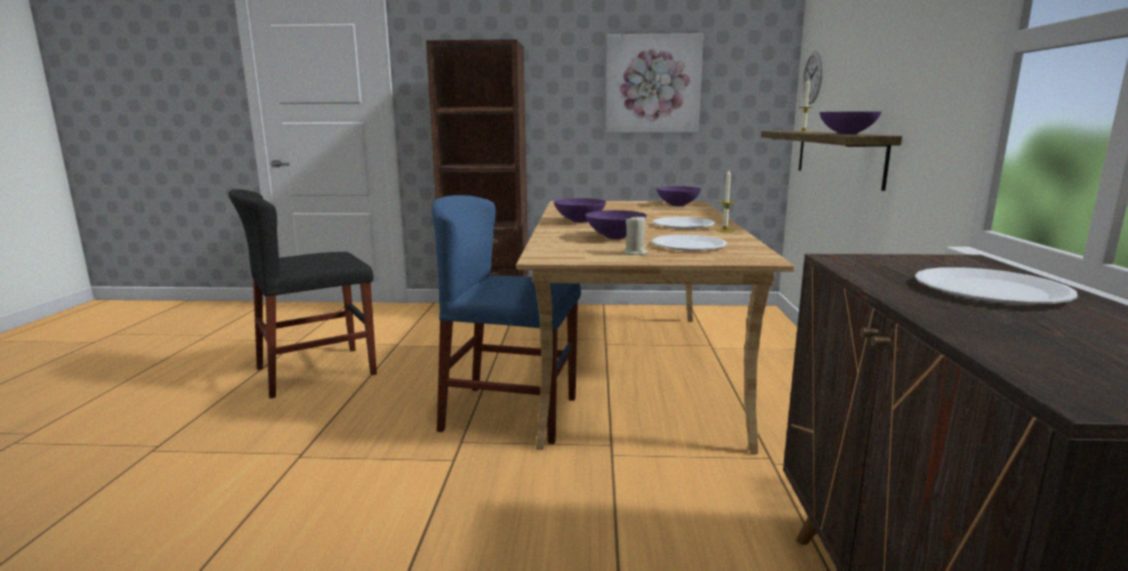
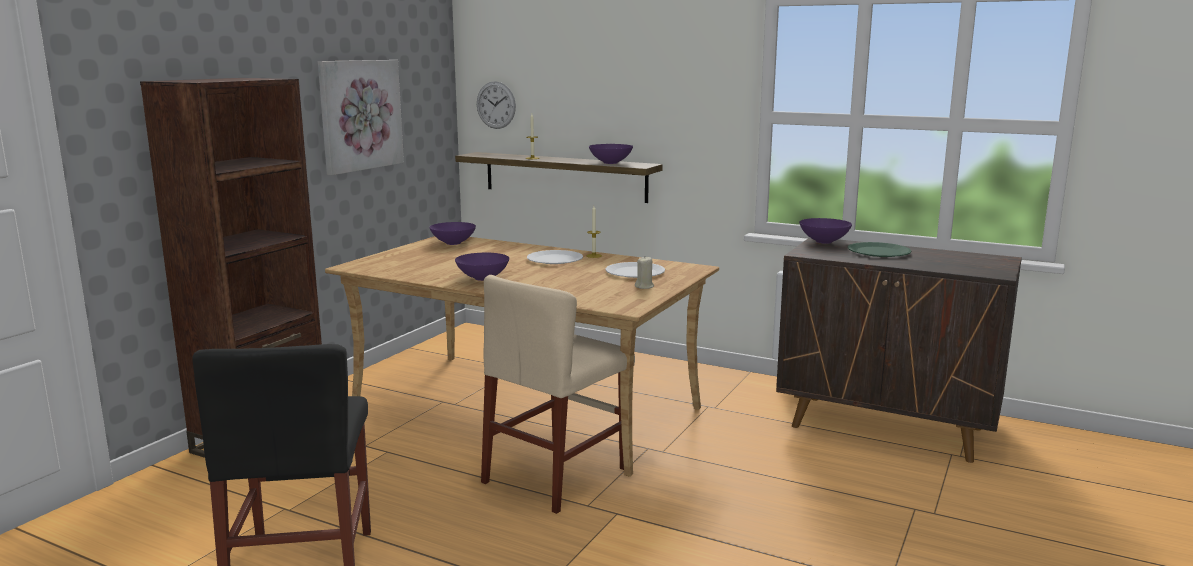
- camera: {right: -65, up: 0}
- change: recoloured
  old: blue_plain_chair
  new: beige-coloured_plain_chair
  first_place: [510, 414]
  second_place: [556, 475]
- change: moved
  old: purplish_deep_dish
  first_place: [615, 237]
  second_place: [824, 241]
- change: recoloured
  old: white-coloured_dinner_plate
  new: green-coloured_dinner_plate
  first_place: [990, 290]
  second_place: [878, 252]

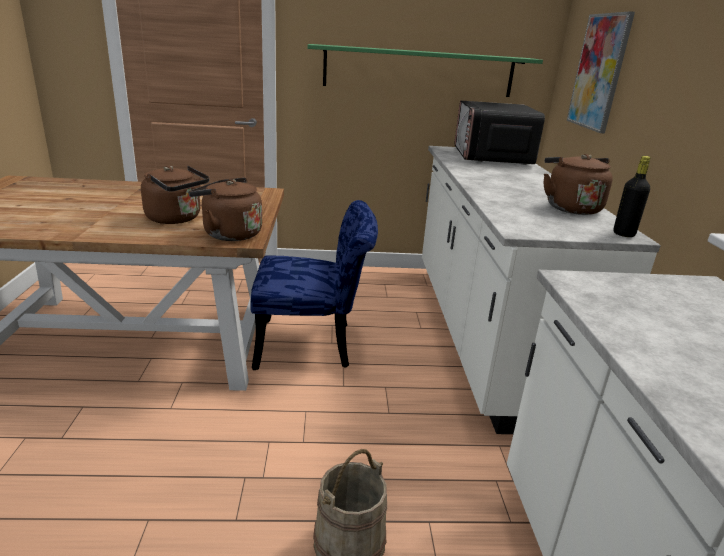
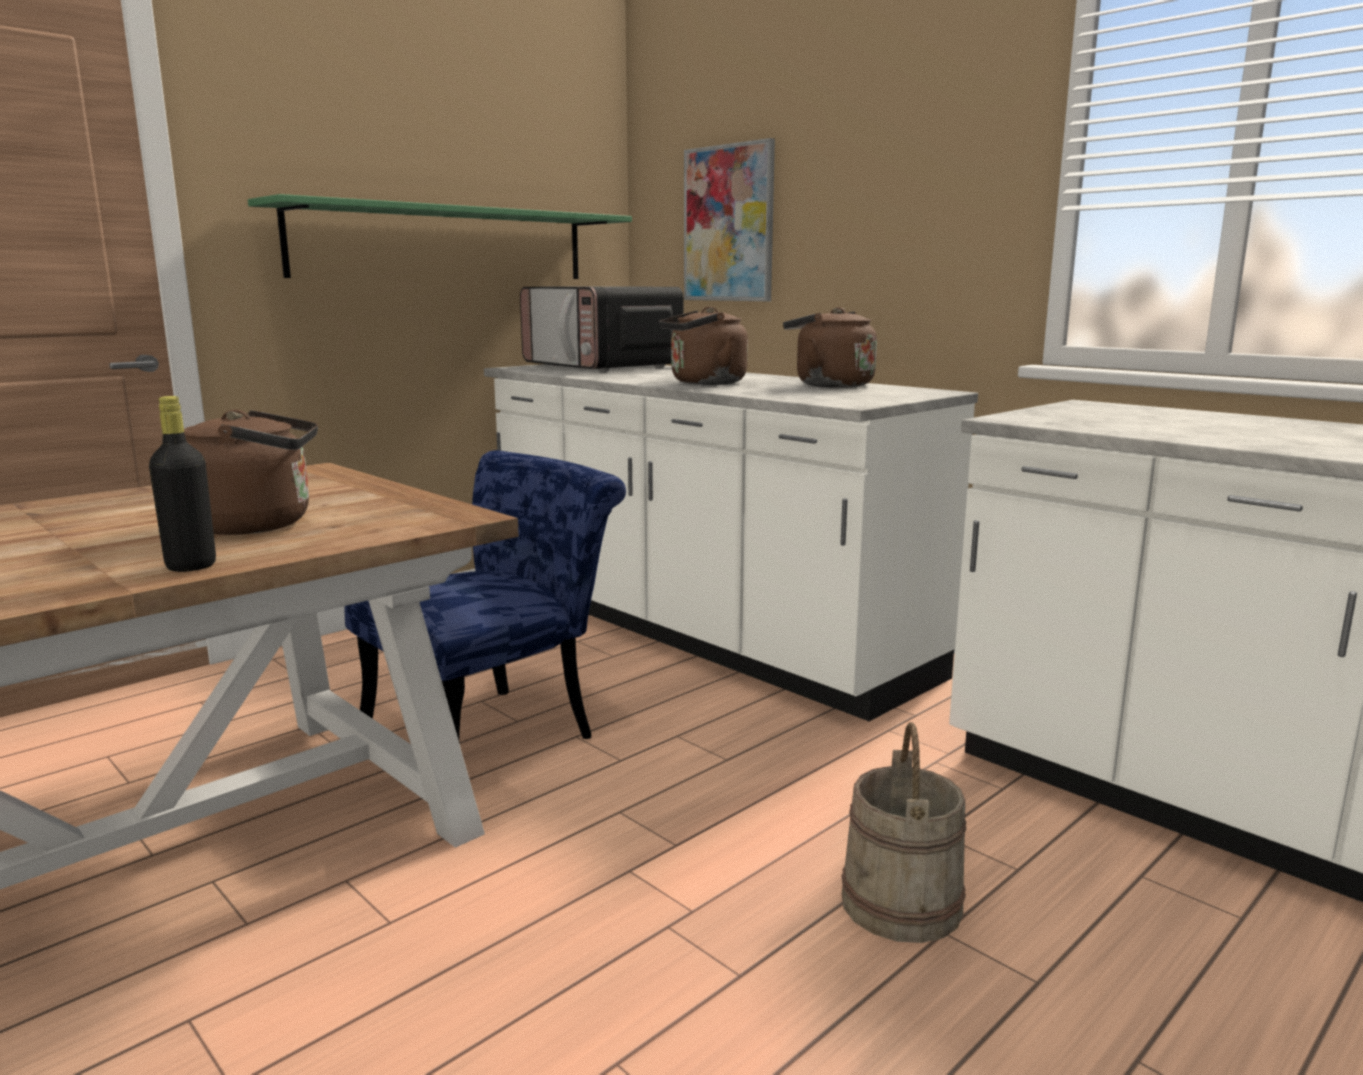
- camera: {right: -40, up: -10}
- change: moved
  old: blackish_bottle
  first_place: [623, 234]
  second_place: [191, 566]
- change: moved
  old: brown-coloured_kettle
  first_place: [229, 234]
  second_place: [704, 383]

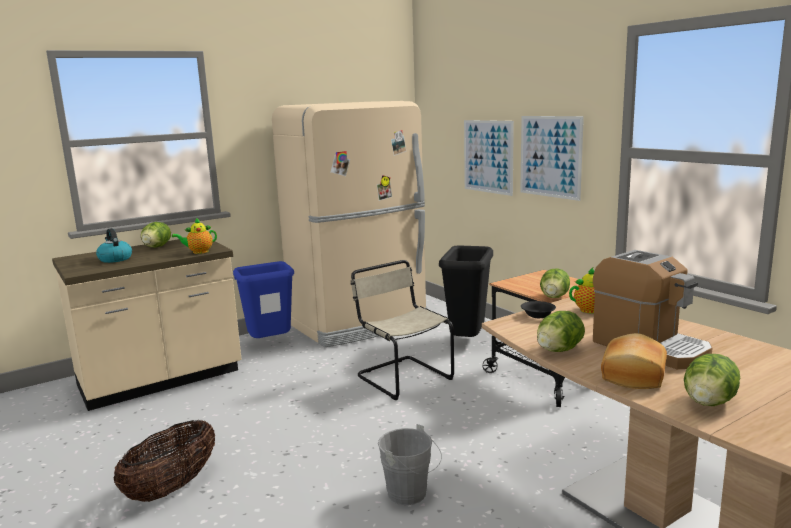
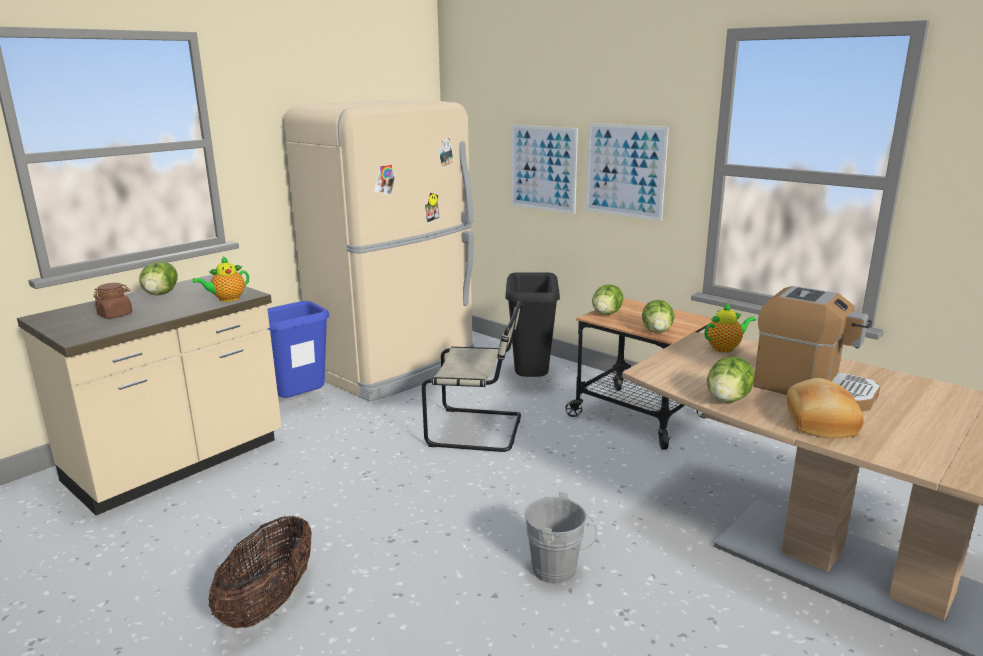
- camera: {right: -15, up: 5}
- change: replaced
  old: kettle
  new: brown-coloured_storage_jar
  first_place: [115, 259]
  second_place: [115, 315]
- change: turned
  old: beige-coloured_plain_chair
  first_place: [402, 377]
  second_place: [479, 430]
  degrees: 150
- change: moved
  old: head_of_lettuce
  first_place: [709, 403]
  second_place: [606, 314]
- change: removed
  old: blackish_deep_dish
  first_place: [537, 315]

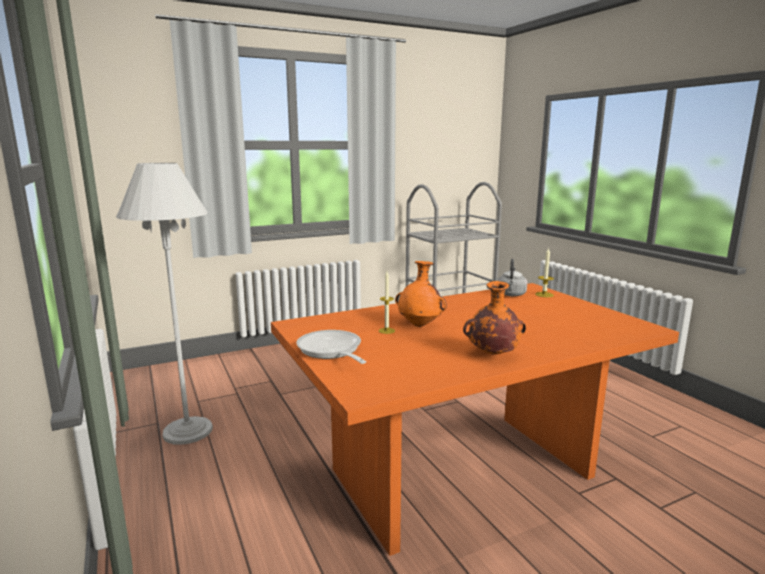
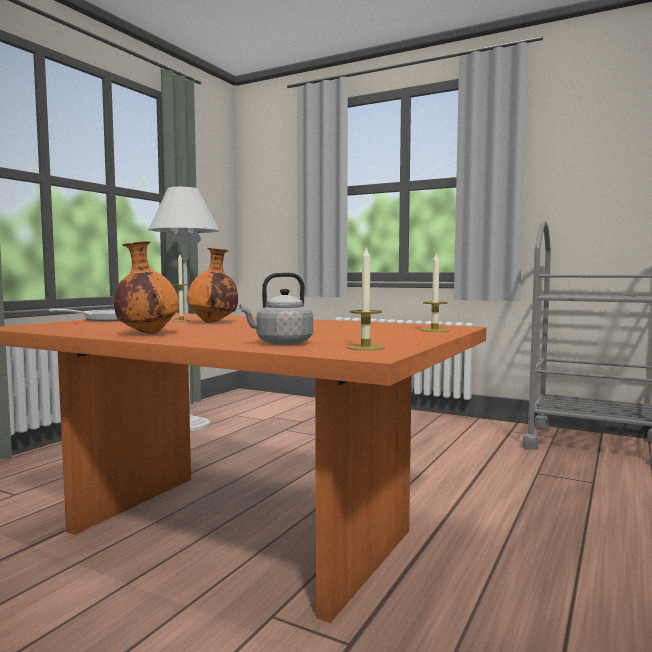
- camera: {right: 55, up: -10}
- change: moved
  old: greyish_kettle
  first_place: [511, 295]
  second_place: [281, 343]
- change: added
  new: wax_candle
  second_place: [365, 347]

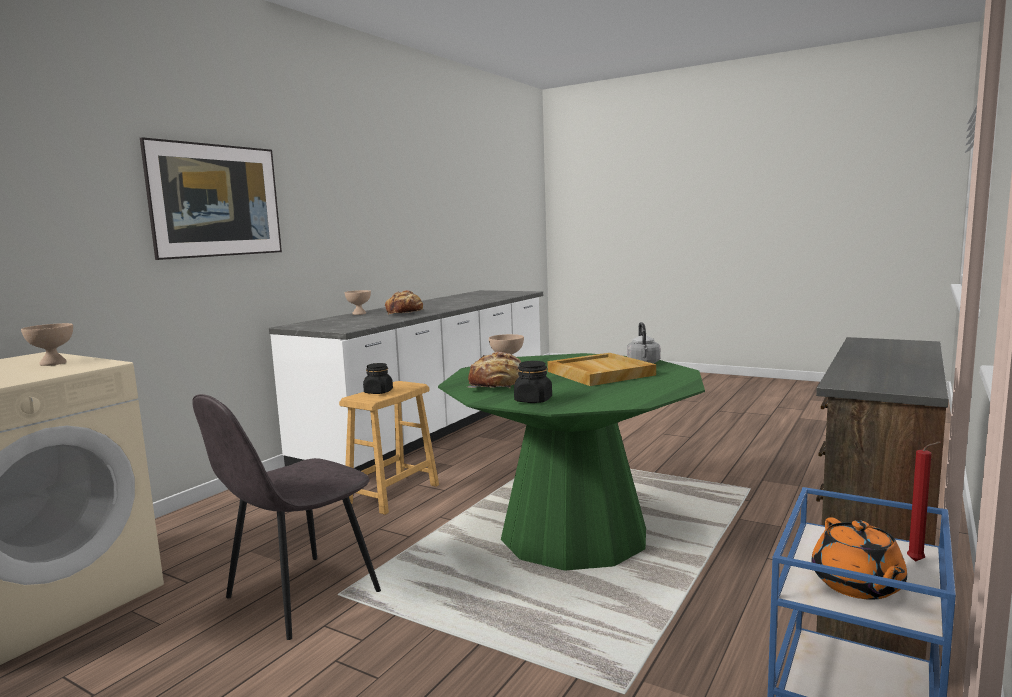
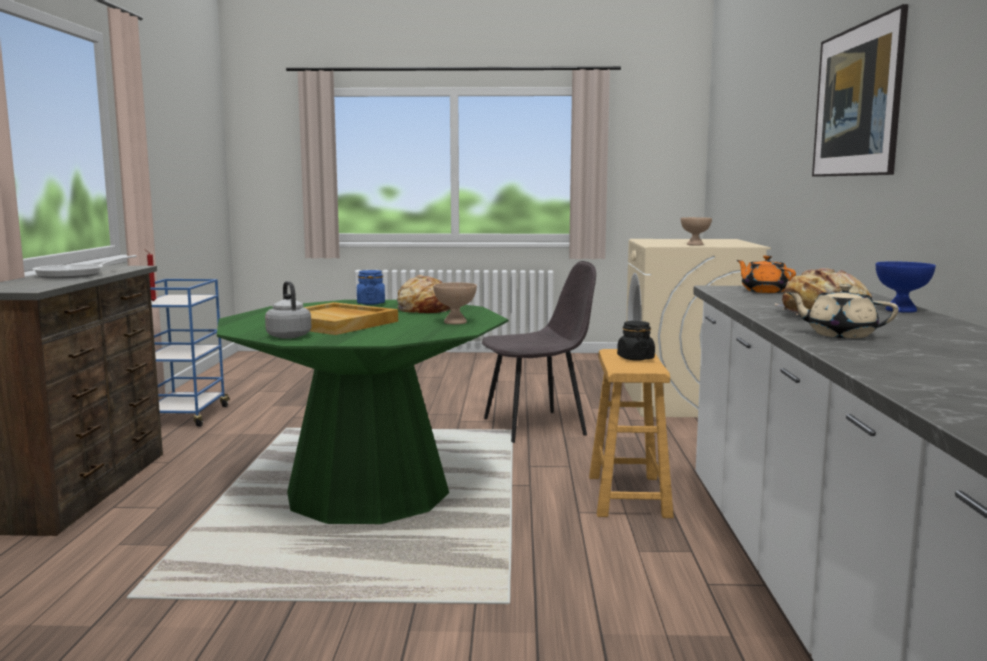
- camera: {right: 150, up: 0}
- change: added
  new: frying_pan
  second_place: [76, 274]
- change: recoloured
  old: blackish_storage_jar
  new: blue_storage_jar
  first_place: [533, 400]
  second_place: [371, 303]
- change: turned
  old: greyish_plain_chair
  first_place: [299, 596]
  second_place: [537, 426]
  degrees: 60
- change: moved
  old: orangey_tea_pot
  first_place: [857, 585]
  second_place: [764, 291]
- change: added
  new: beige-coloured_tea_pot
  second_place: [839, 334]
- change: recoloured
  old: beige-coloured_deep_dish
  new: blue_deep_dish
  first_place: [358, 313]
  second_place: [901, 310]

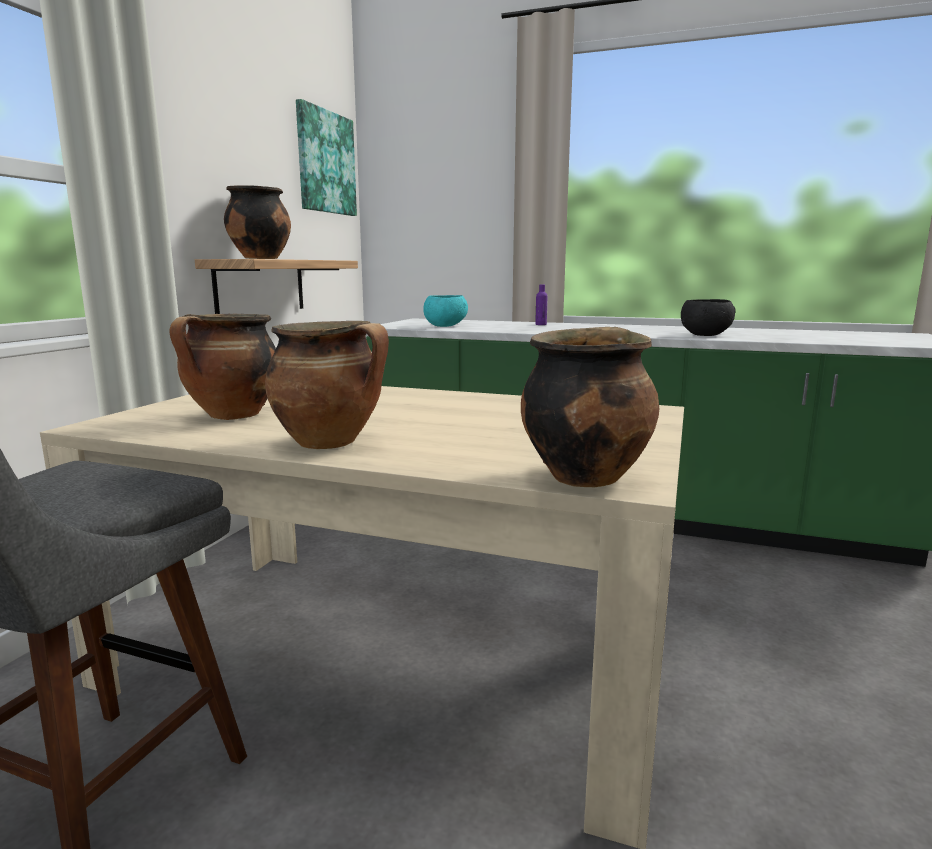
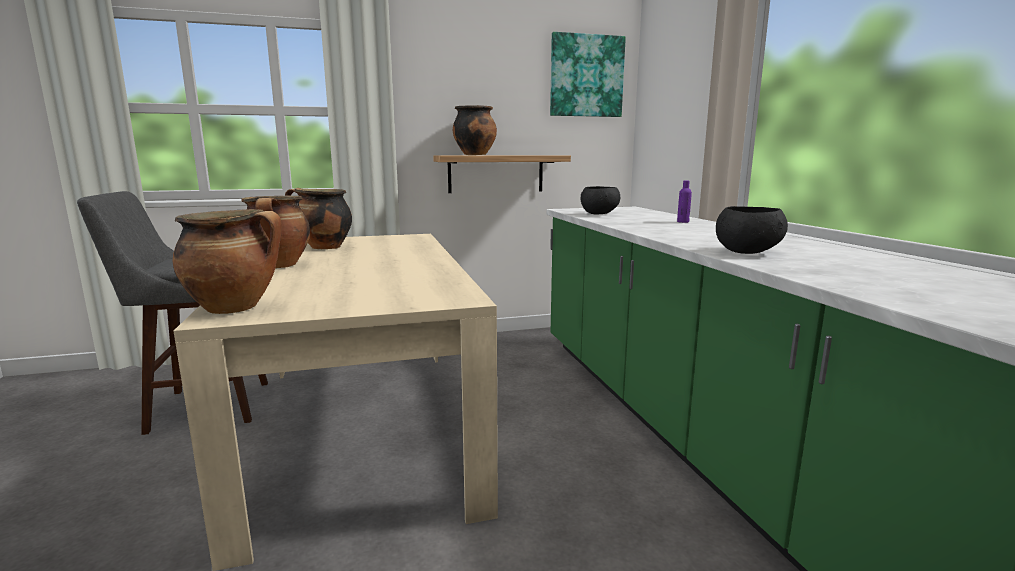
- camera: {right: 55, up: 0}
- change: recoloured
  old: blue-green_deep_dish
  new: blackish_deep_dish
  first_place: [446, 326]
  second_place: [600, 214]

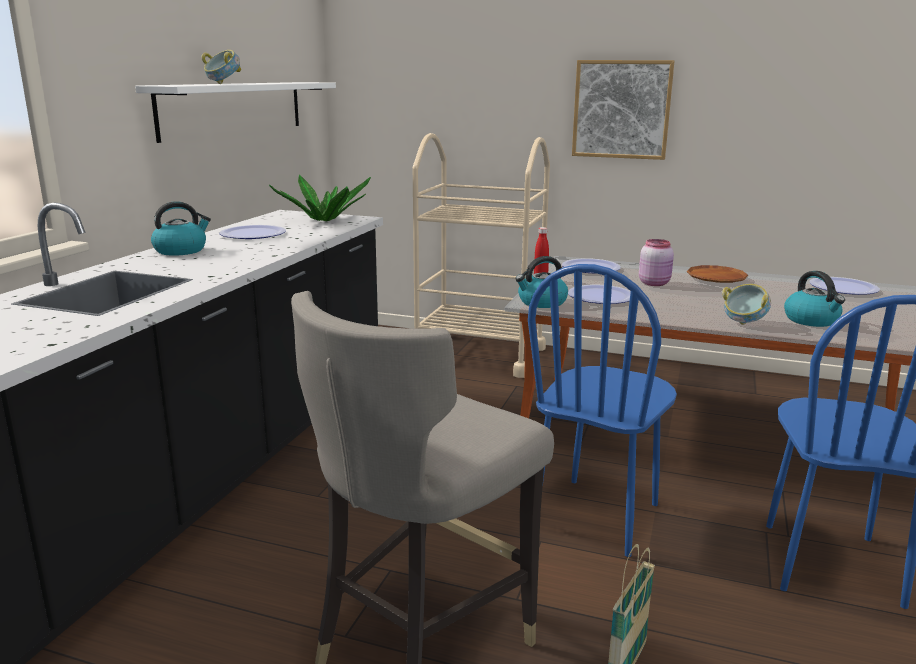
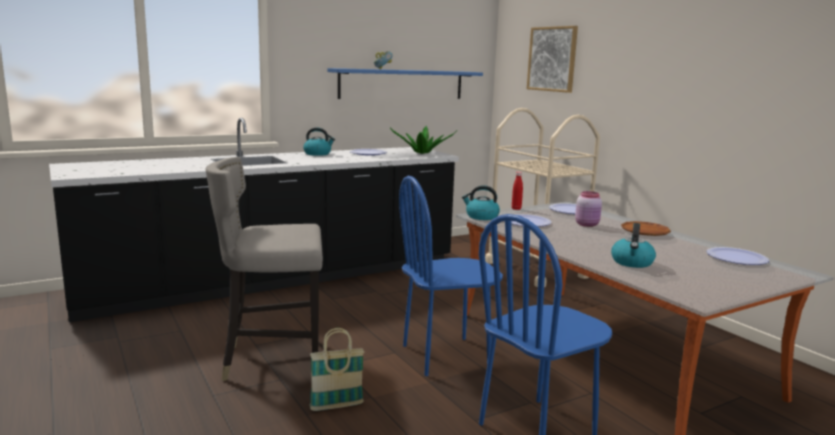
- camera: {right: 40, up: -5}
- change: recoloured
  old: white-coloured_wall_shelf
  new: blue_wall_shelf
  first_place: [234, 108]
  second_place: [402, 84]
- change: moved
  old: picture
  first_place: [621, 109]
  second_place: [552, 59]
- change: removed
  old: deep_dish
  first_place: [743, 323]

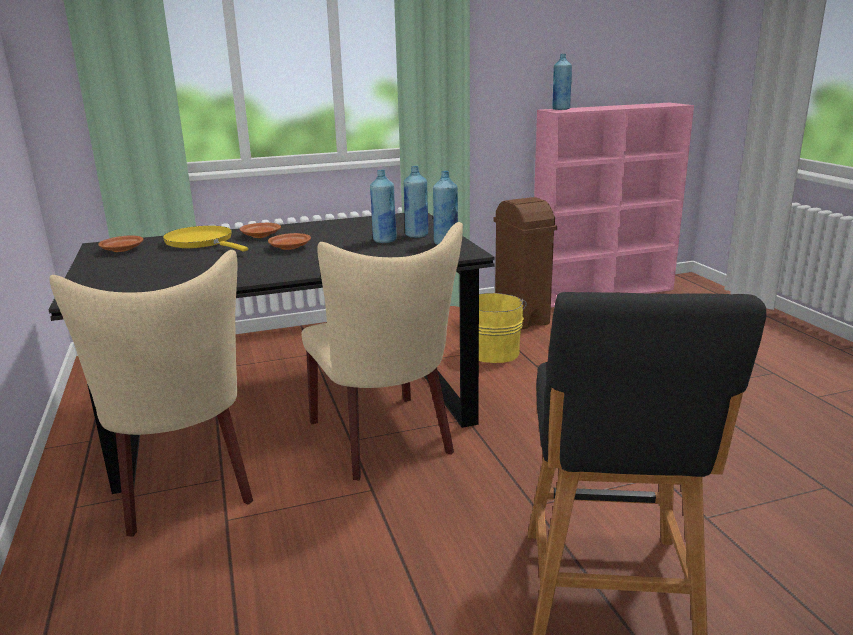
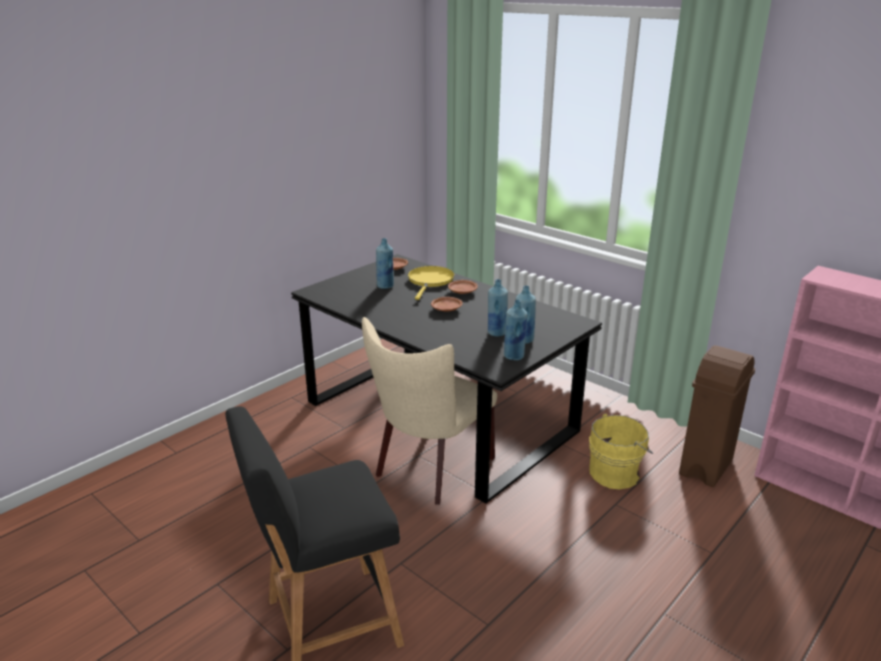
- camera: {right: 60, up: 5}
- change: moved
  old: blue_bottle
  first_place: [561, 109]
  second_place: [385, 286]
- change: removed
  old: beige-coloured_plain_chair
  first_place: [184, 487]

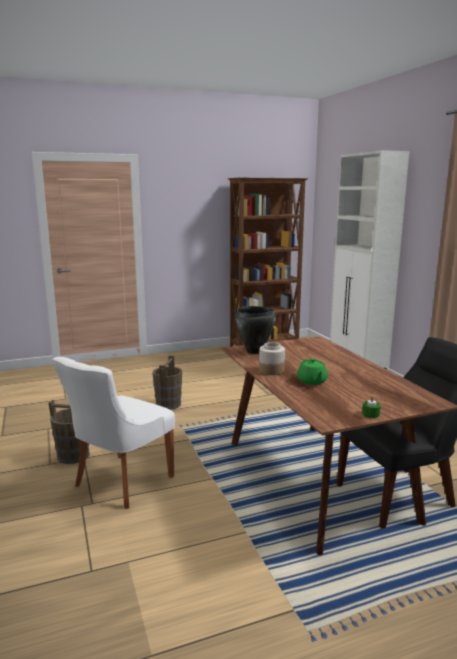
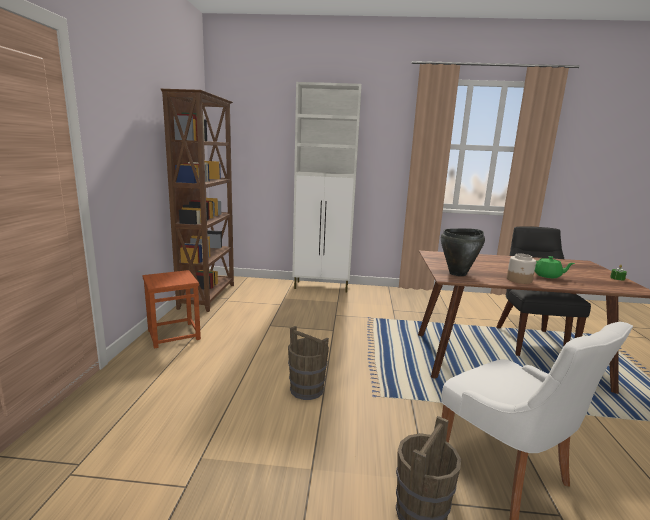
- camera: {right: -65, up: 0}
- change: added
  new: brown-coloured_sitting_stool
  second_place: [174, 334]

